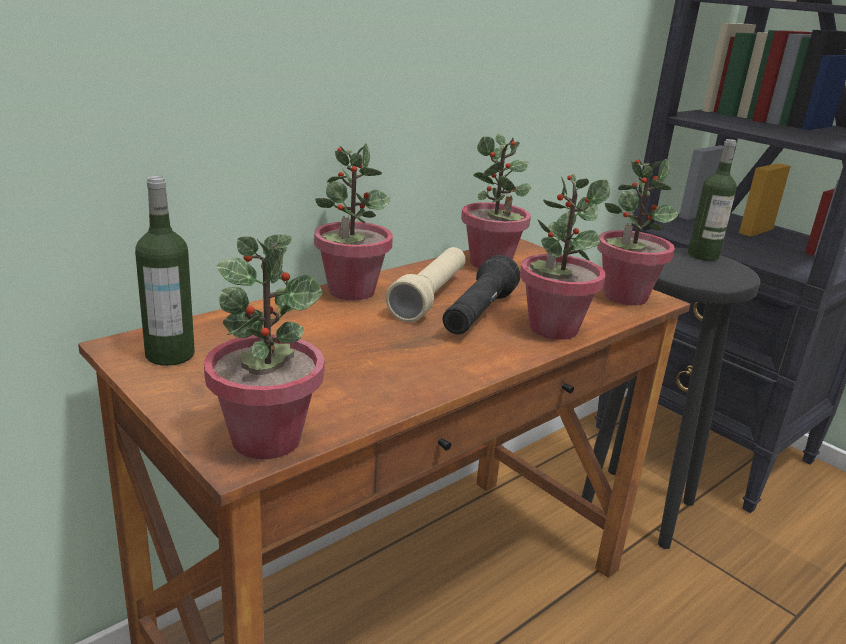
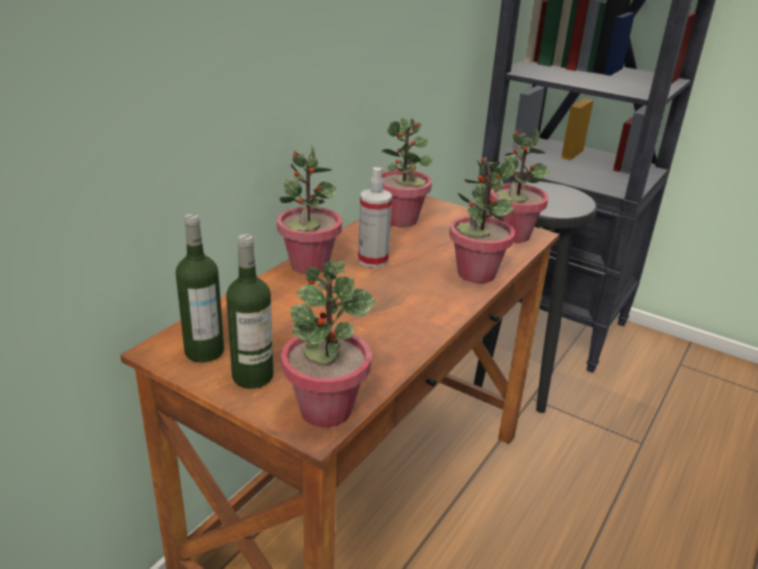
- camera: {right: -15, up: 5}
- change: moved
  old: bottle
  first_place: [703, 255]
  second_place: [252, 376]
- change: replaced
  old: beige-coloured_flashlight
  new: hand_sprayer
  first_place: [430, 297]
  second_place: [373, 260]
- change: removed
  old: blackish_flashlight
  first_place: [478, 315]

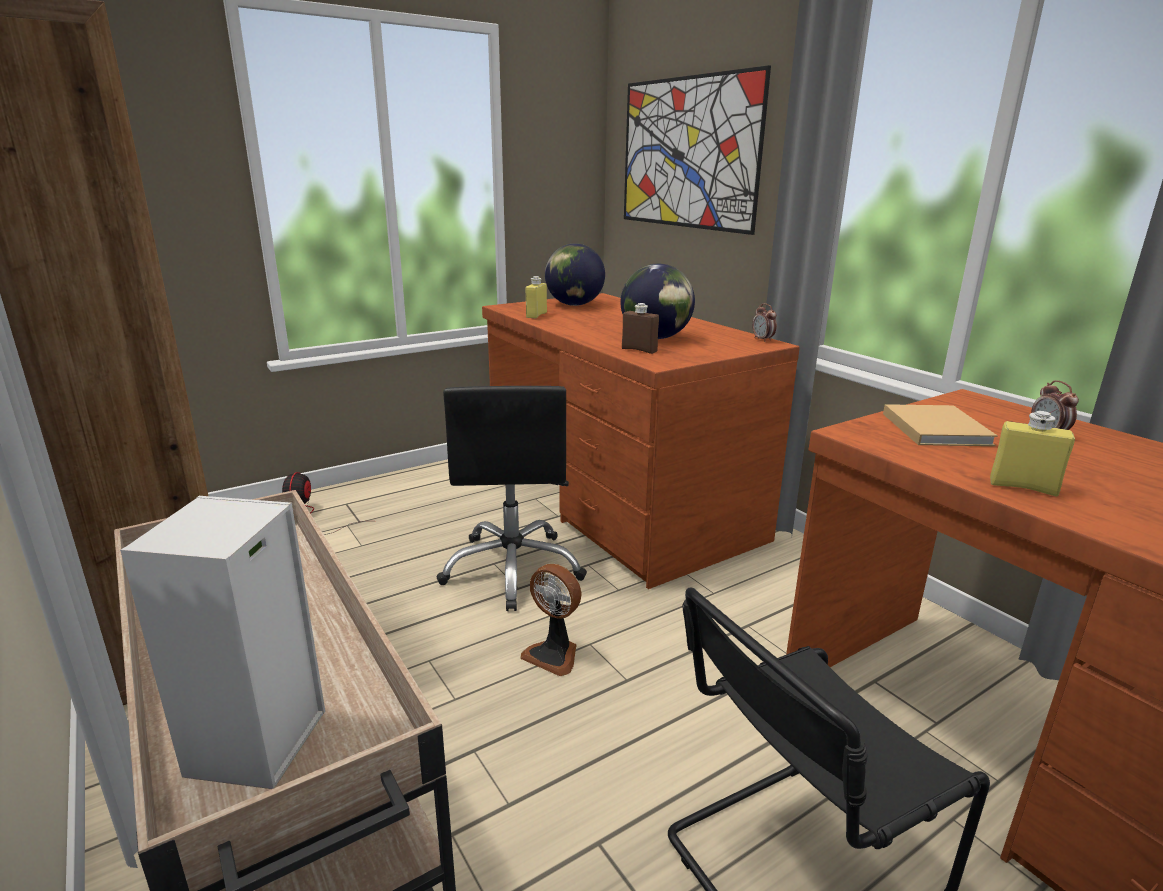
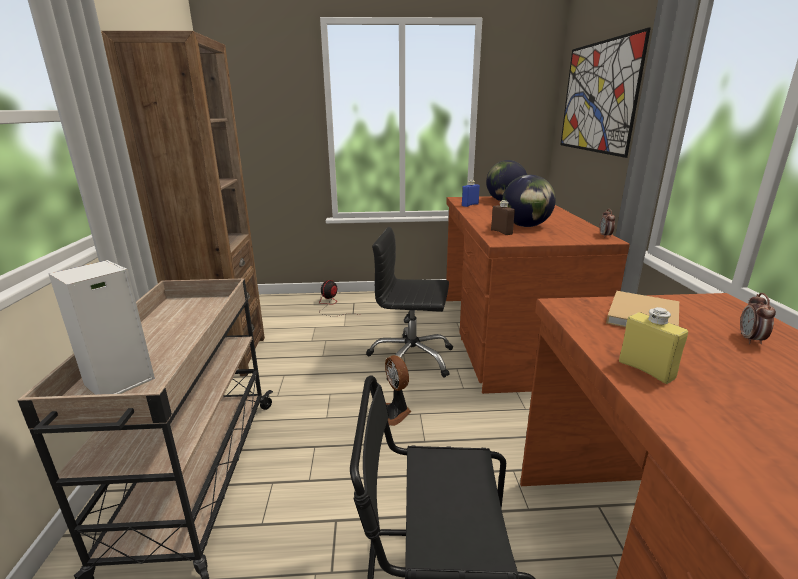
- camera: {right: 30, up: 0}
- change: turned
  old: blackish_desk_chair
  first_place: [513, 569]
  second_place: [411, 359]
  degrees: 75
- change: recoloured
  old: yellow_bottle
  new: blue_bottle
  first_place: [536, 315]
  second_place: [470, 205]

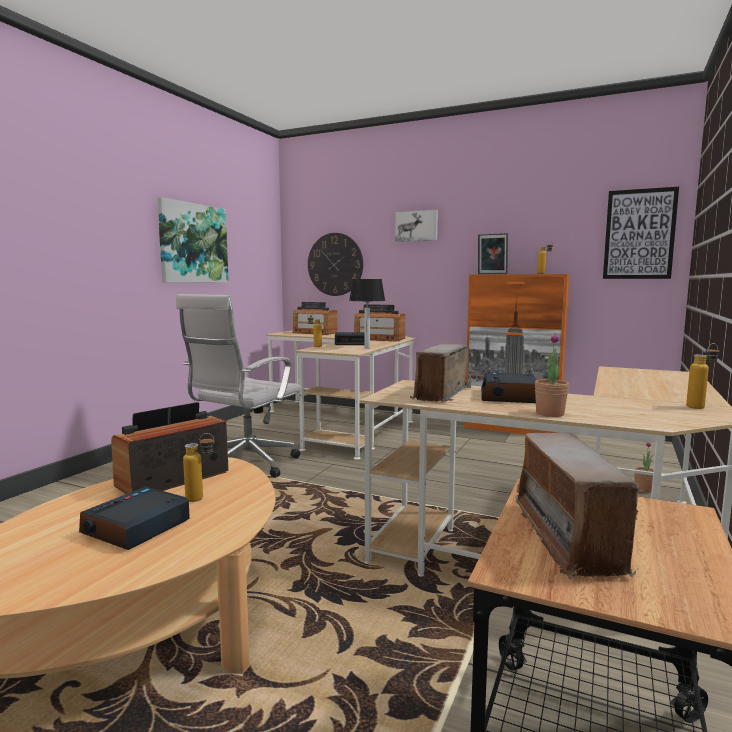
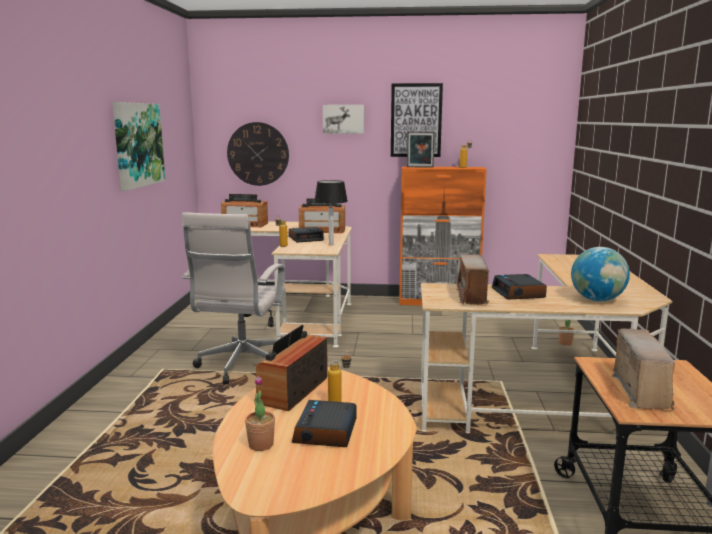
- camera: {right: -20, up: 5}
- change: moved
  old: plant_in_a_pot
  first_place: [550, 414]
  second_place: [261, 444]
- change: moved
  old: picture
  first_place: [639, 234]
  second_place: [416, 120]
- change: added
  new: desk_globe
  second_place: [597, 300]
- change: turned
  old: radio_receiver
  first_place: [568, 537]
  second_place: [639, 389]
  degrees: -150
- change: removed
  old: bottle
  first_place: [700, 407]

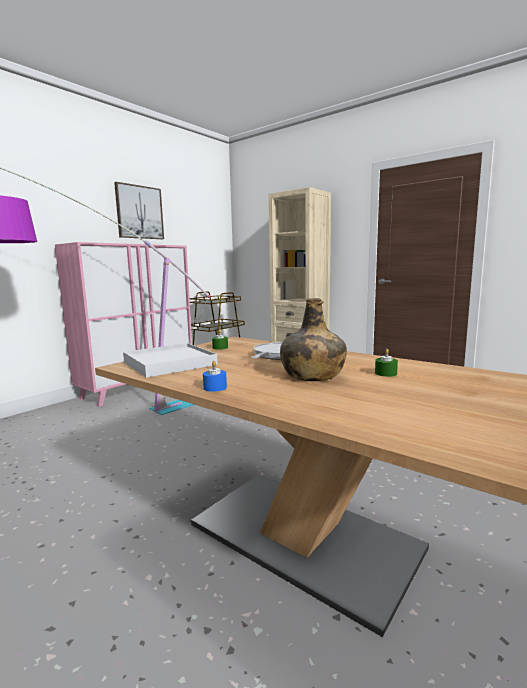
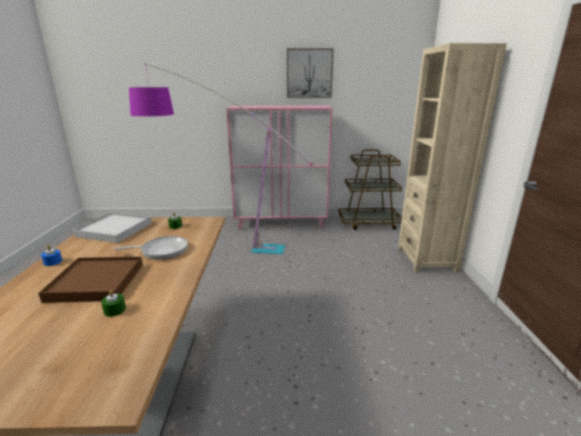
- camera: {right: 50, up: 10}
- change: replaced
  old: green-coloured_bottle
  new: brown-coloured_tray
  first_place: [312, 375]
  second_place: [96, 282]

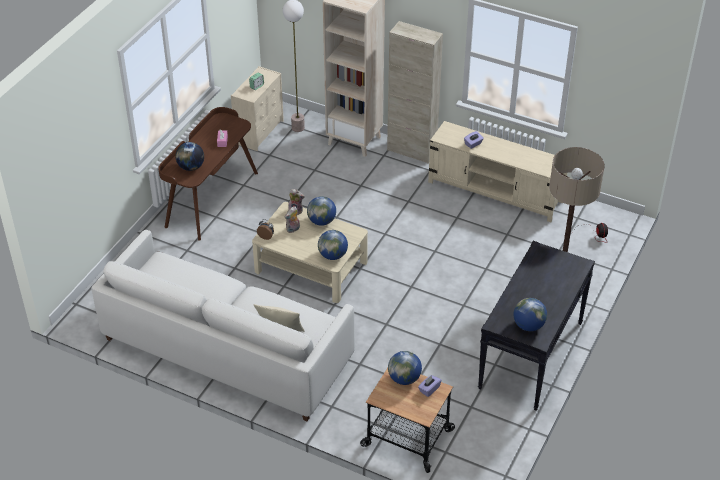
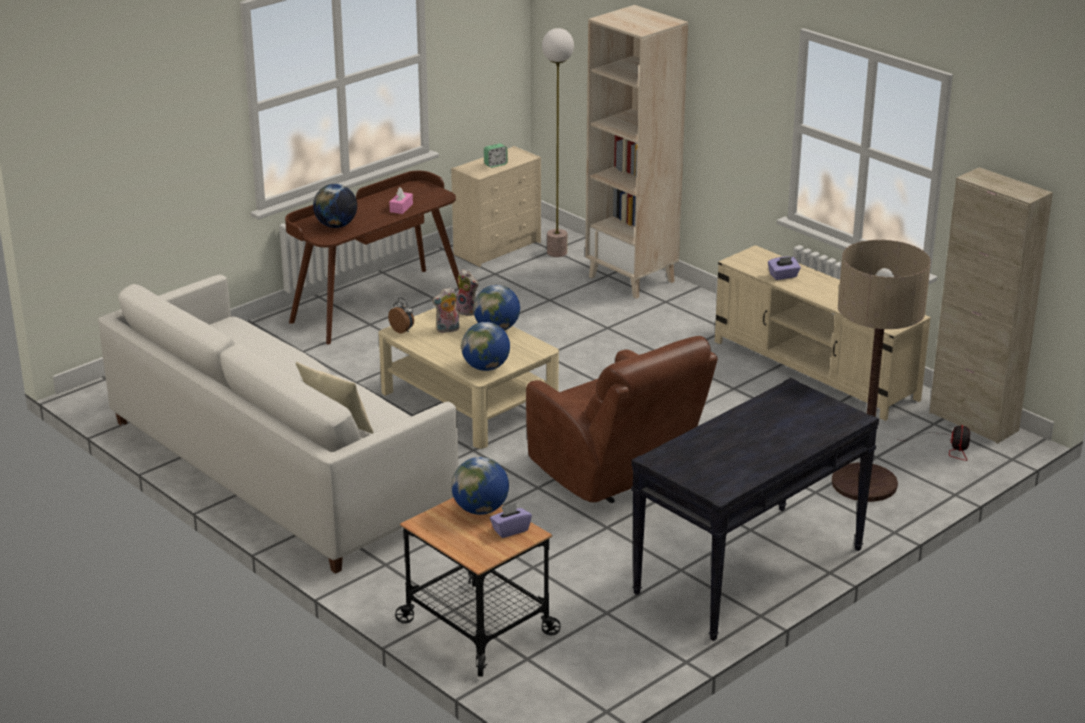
- camera: {right: 20, up: -15}
- change: added
  new: brown-coloured_lounge_chair
  second_place: [616, 475]
- change: moved
  old: beige-coloured_storage_cabinet
  first_place: [411, 151]
  second_place: [973, 422]
- change: removed
  old: desk_globe
  first_place: [528, 325]

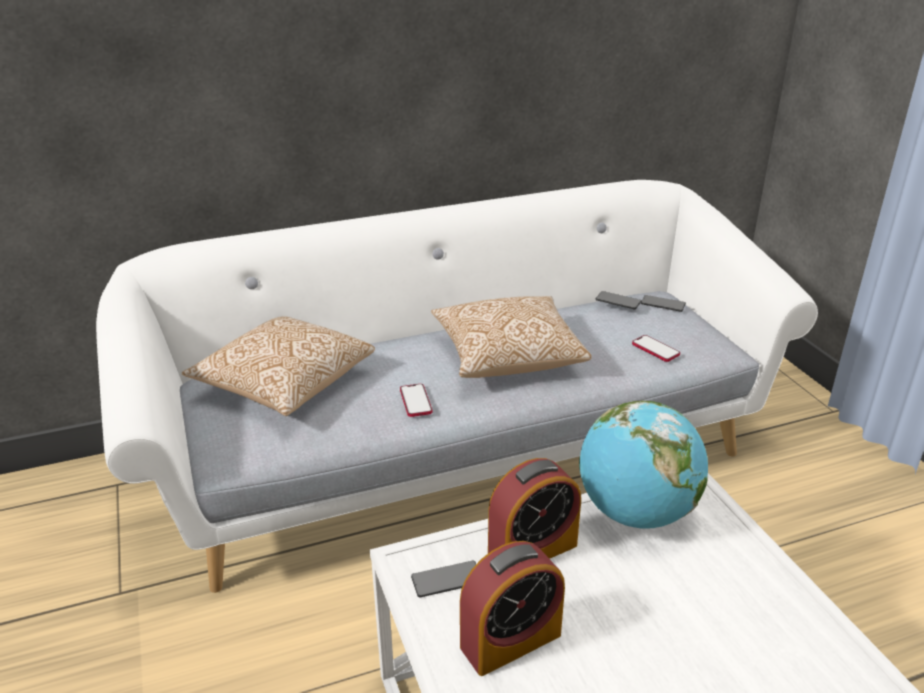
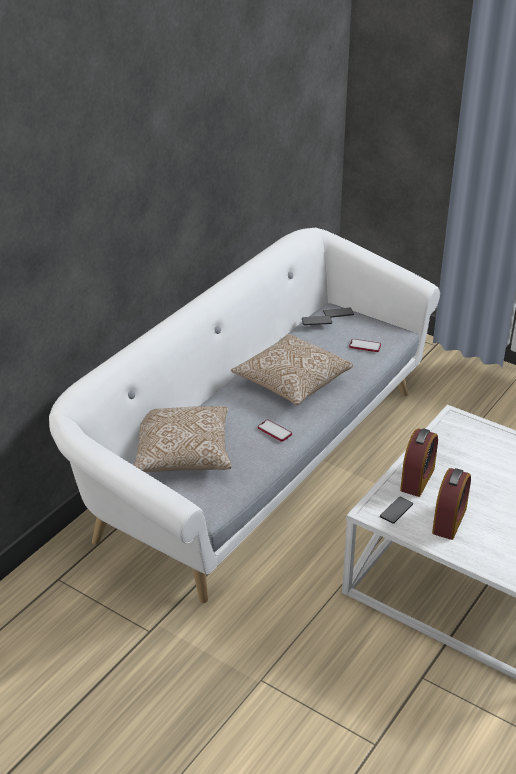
- camera: {right: -35, up: 5}
- change: removed
  old: desk_globe
  first_place: [636, 513]

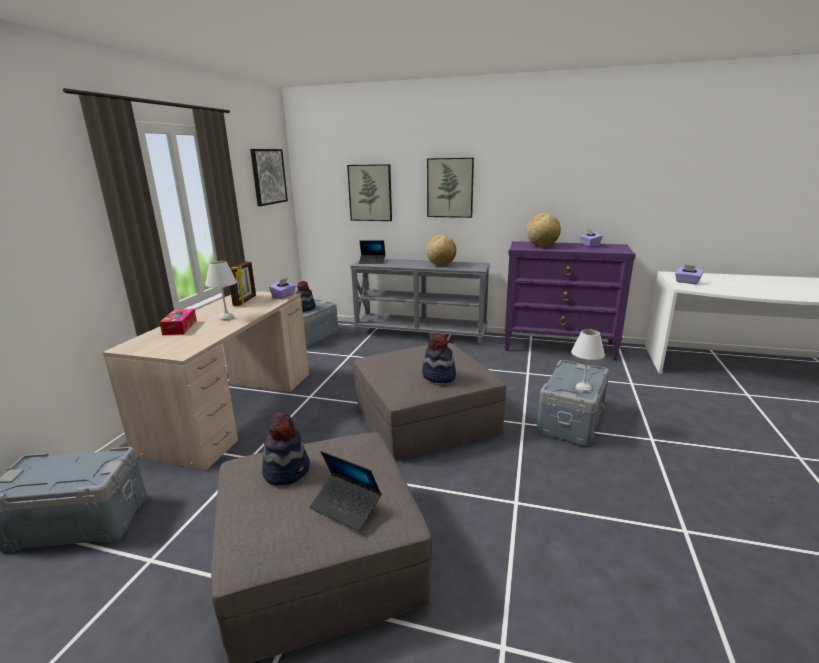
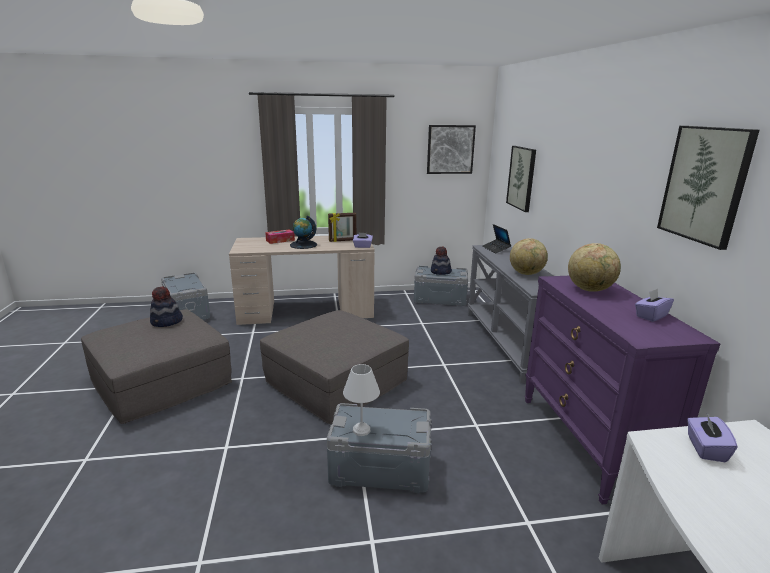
- camera: {right: 65, up: 0}
- change: replaced
  old: white-coloured_lamp_for_a_table
  new: desk_globe
  first_place: [227, 318]
  second_place: [303, 245]
- change: moved
  old: picture
  first_place: [450, 188]
  second_place: [705, 184]
- change: removed
  old: laptop
  first_place: [346, 507]
- change: removed
  old: clothing_hat
  first_place: [438, 376]

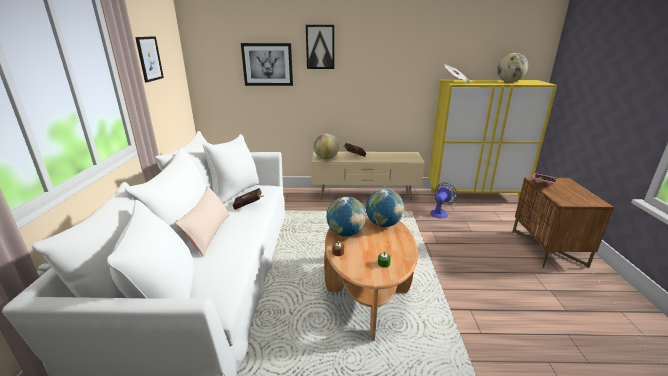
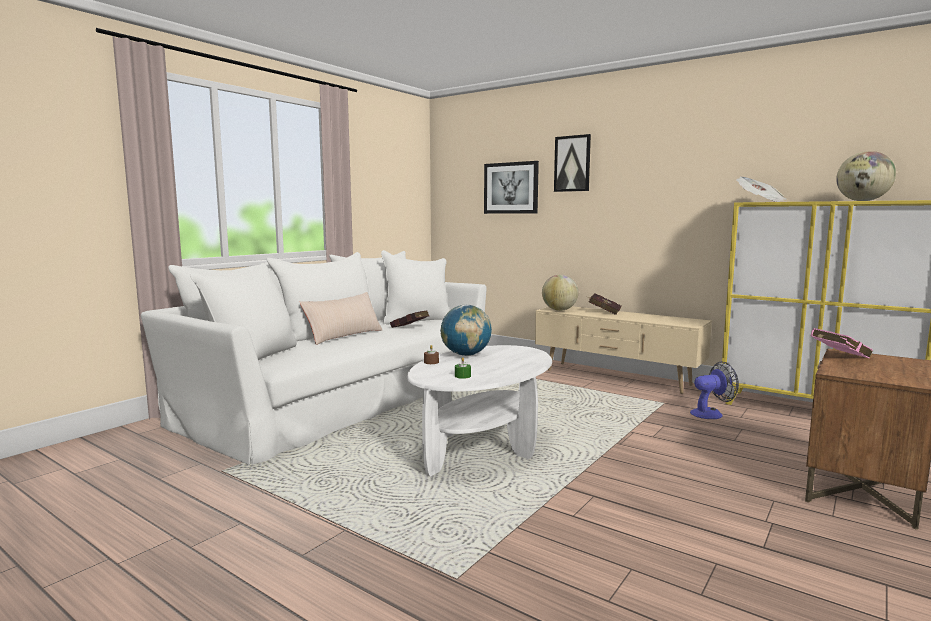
- camera: {right: 35, up: -15}
- change: recoloured
  old: brown-coloured_lounge_table
  new: white-coloured_lounge_table
  first_place: [367, 292]
  second_place: [482, 446]
- change: removed
  old: picture
  first_place: [149, 58]
- change: removed
  old: desk_globe
  first_place: [383, 224]

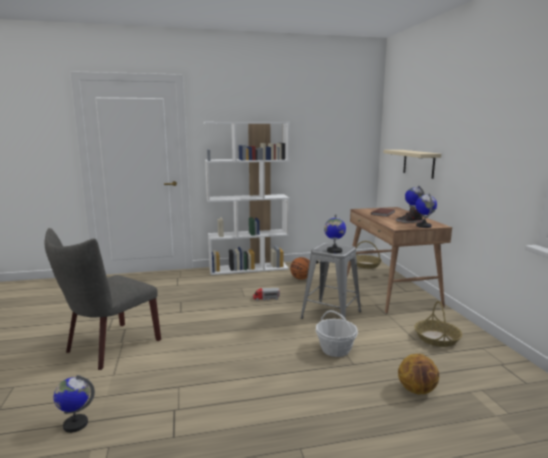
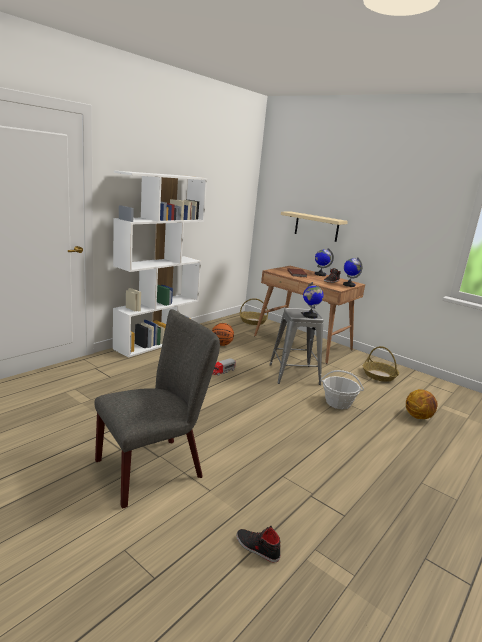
- camera: {right: -40, up: 5}
- change: turned
  old: greyish_plain_chair
  first_place: [108, 347]
  second_place: [156, 467]
  degrees: -120
- change: replaced
  old: desk_globe
  new: blackish_shoe
  first_place: [75, 424]
  second_place: [257, 548]

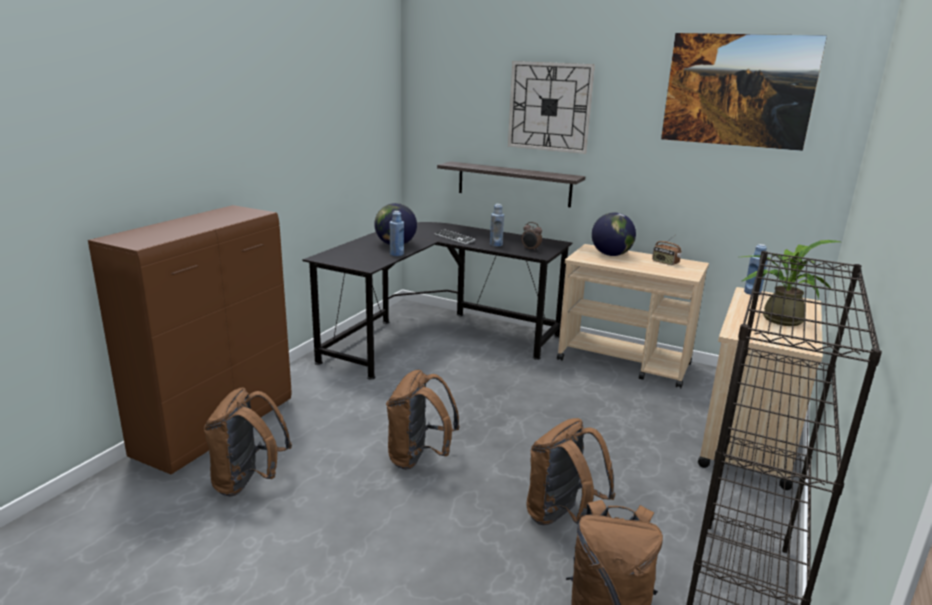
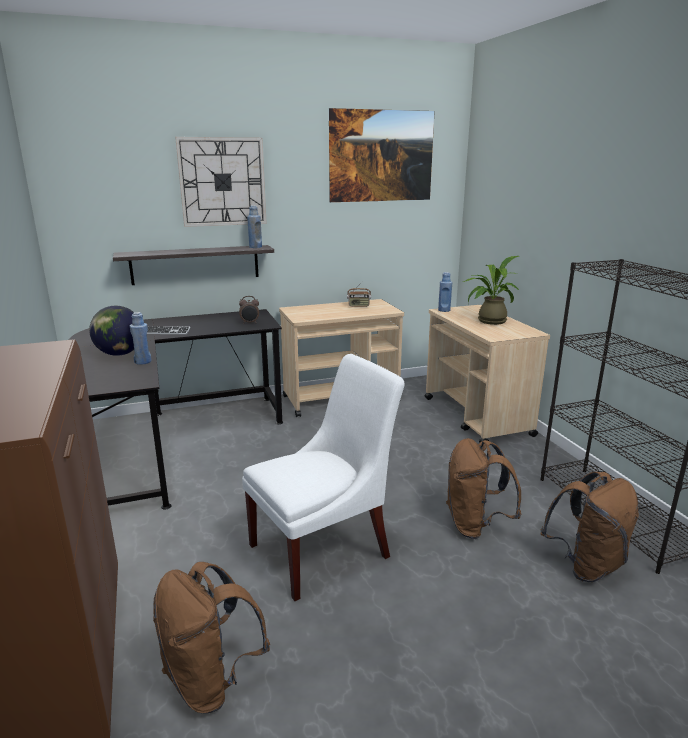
- camera: {right: -45, up: 0}
- change: replaced
  old: brown-coloured_backpack
  new: white-coloured_plain_chair
  first_place: [419, 458]
  second_place: [325, 548]
- change: moved
  old: blue_bottle
  first_place: [496, 244]
  second_place: [255, 247]
- change: removed
  old: desk_globe
  first_place: [611, 255]

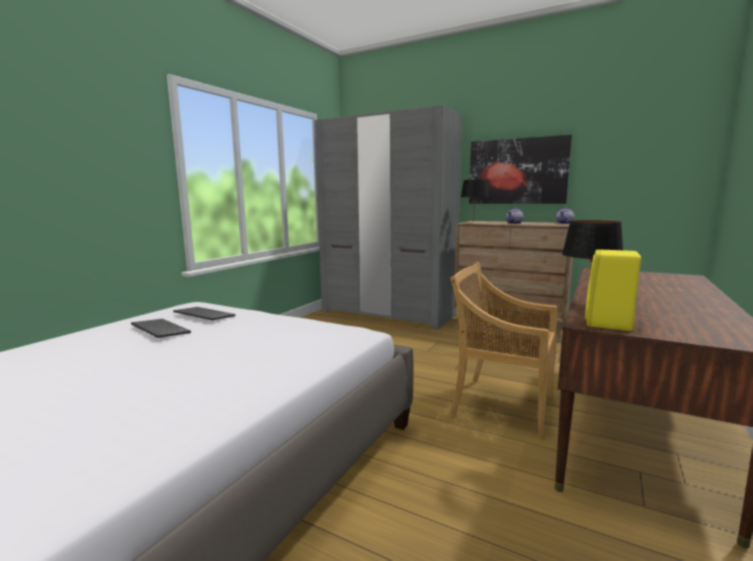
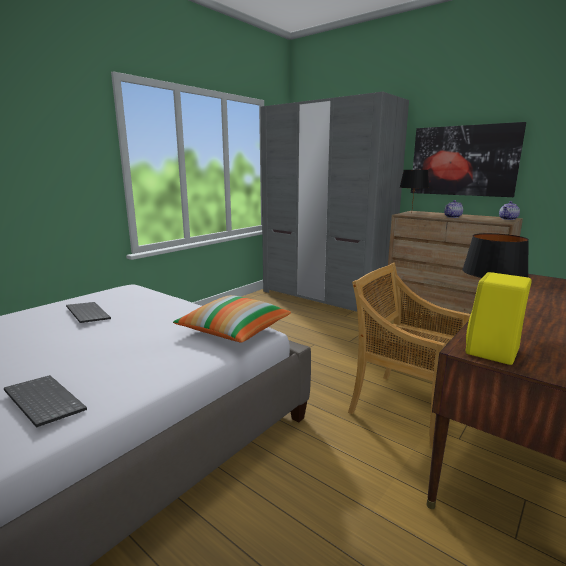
- camera: {right: 10, up: 5}
- change: moved
  old: PC_keyboard
  first_place: [202, 315]
  second_place: [42, 402]
- change: added
  new: cushion
  second_place: [234, 331]

